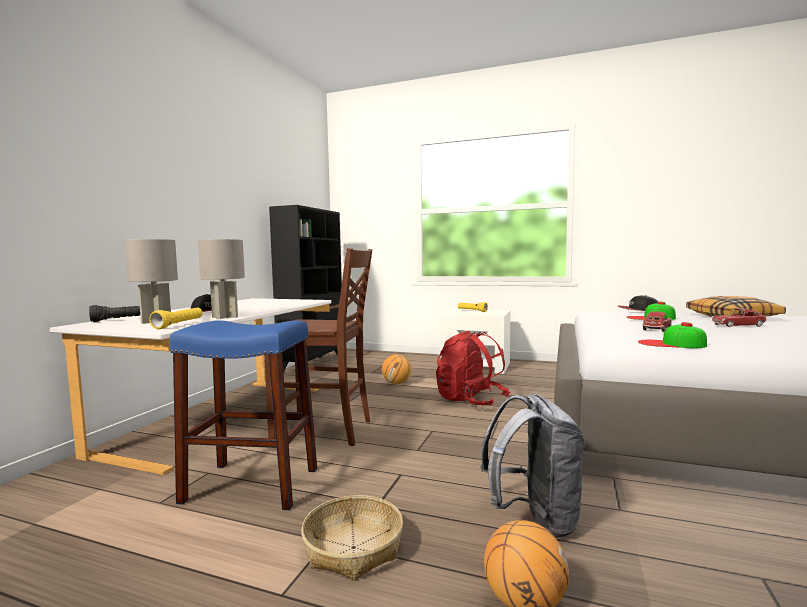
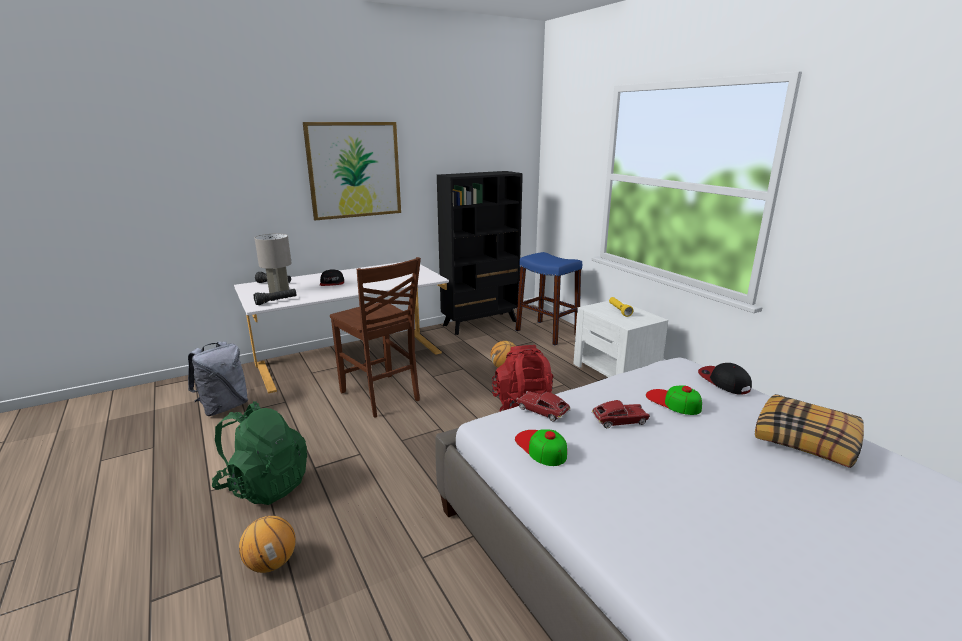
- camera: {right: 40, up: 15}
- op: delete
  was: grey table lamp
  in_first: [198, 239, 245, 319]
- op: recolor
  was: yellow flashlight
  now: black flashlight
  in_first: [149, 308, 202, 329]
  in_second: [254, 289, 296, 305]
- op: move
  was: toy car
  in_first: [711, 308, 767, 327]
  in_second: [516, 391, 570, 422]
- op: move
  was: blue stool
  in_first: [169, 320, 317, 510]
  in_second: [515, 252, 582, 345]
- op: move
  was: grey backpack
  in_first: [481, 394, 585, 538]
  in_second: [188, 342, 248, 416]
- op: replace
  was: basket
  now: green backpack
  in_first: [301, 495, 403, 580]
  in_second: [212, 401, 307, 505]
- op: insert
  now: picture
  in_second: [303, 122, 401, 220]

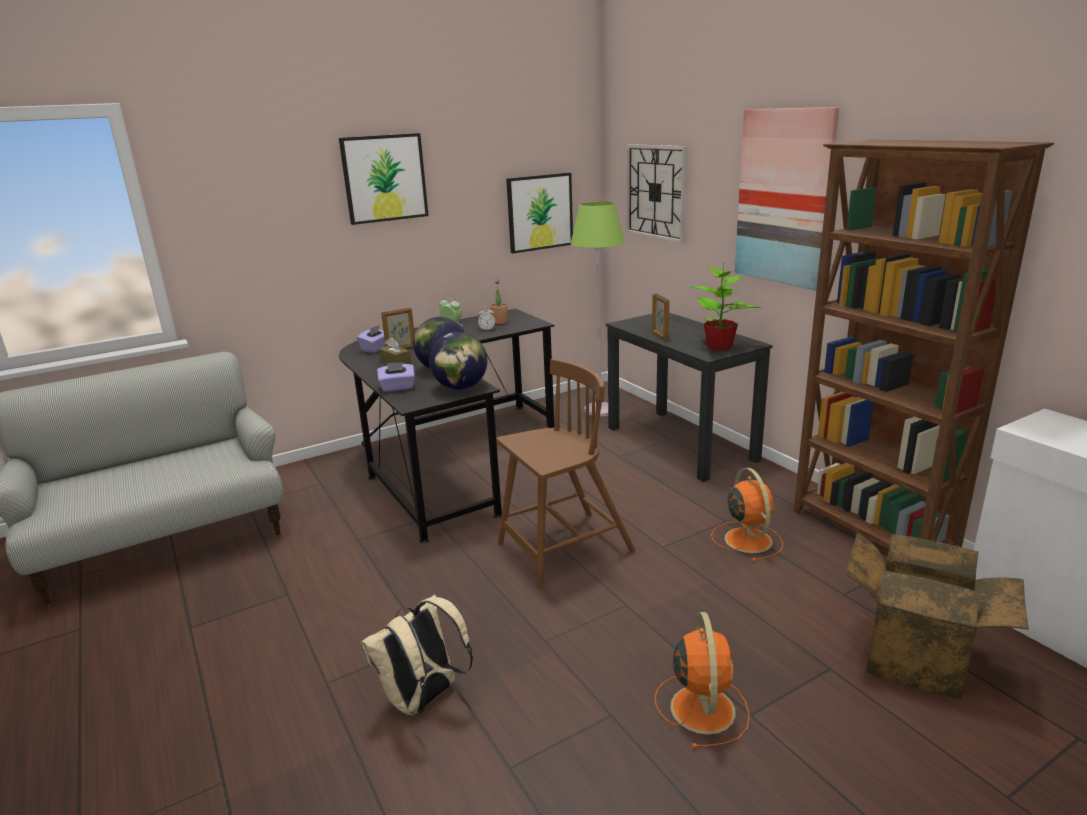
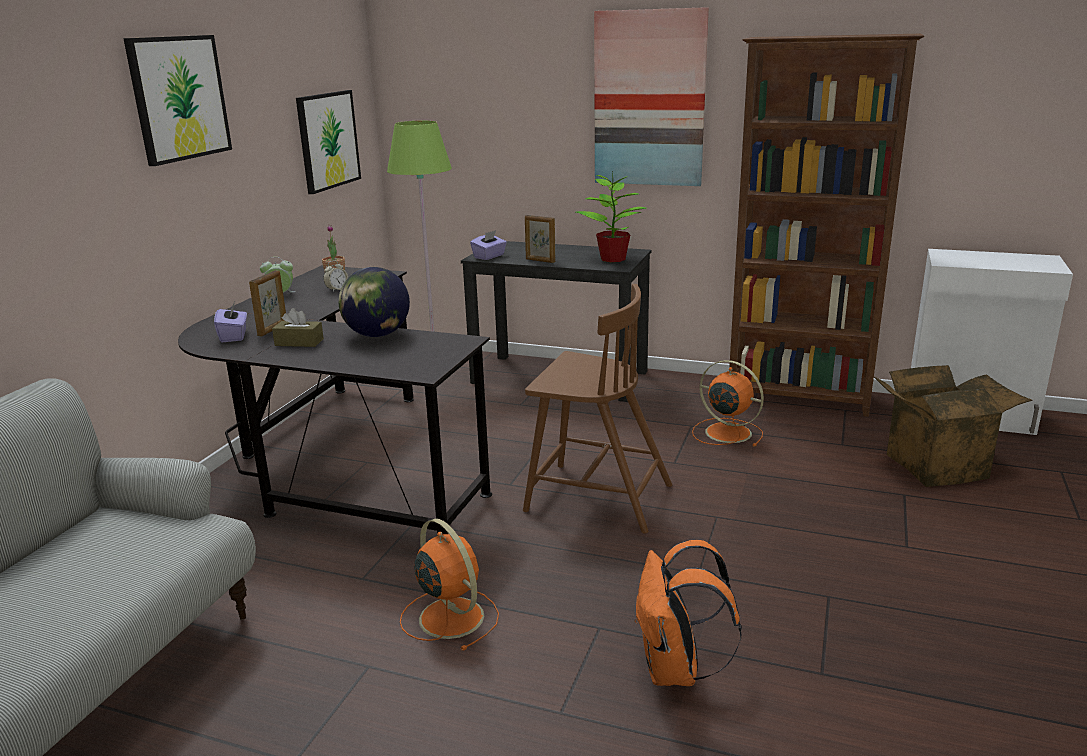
- camera: {right: -40, up: 0}
- op: delete
  was: wall clock
  in_first: [627, 144, 688, 243]
- op: delete
  was: globe
  in_first: [429, 332, 487, 390]
- op: rotate
  was: brown chair
  in_first: [496, 359, 636, 588]
  in_second: [523, 284, 672, 534]
  clockwise: 90
- op: move
  was: purple tissue box
  in_first: [377, 362, 415, 392]
  in_second: [470, 230, 507, 260]
- op: recolor
  was: beige backpack
  now: orange backpack
  in_first: [360, 595, 473, 715]
  in_second: [635, 540, 742, 686]
- op: move
  was: orange fan
  in_first: [655, 612, 750, 749]
  in_second: [400, 518, 499, 651]

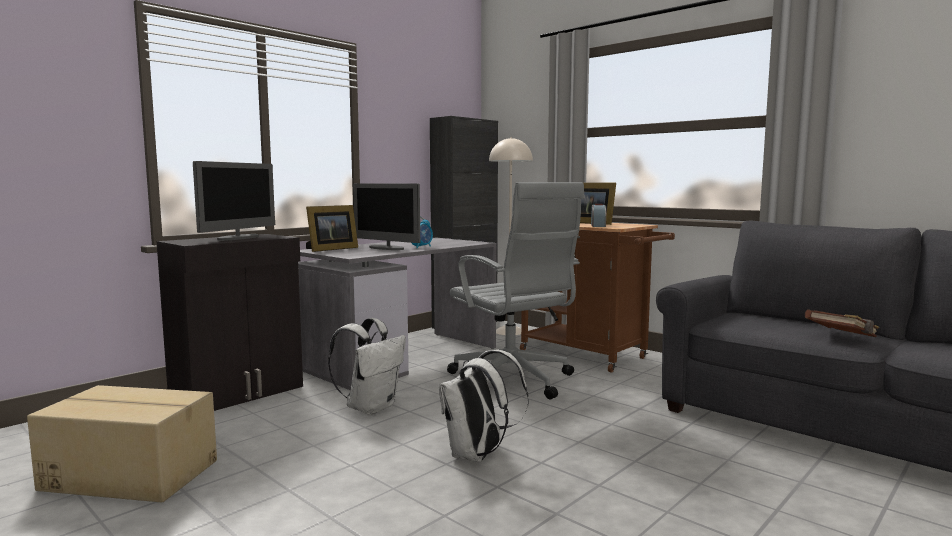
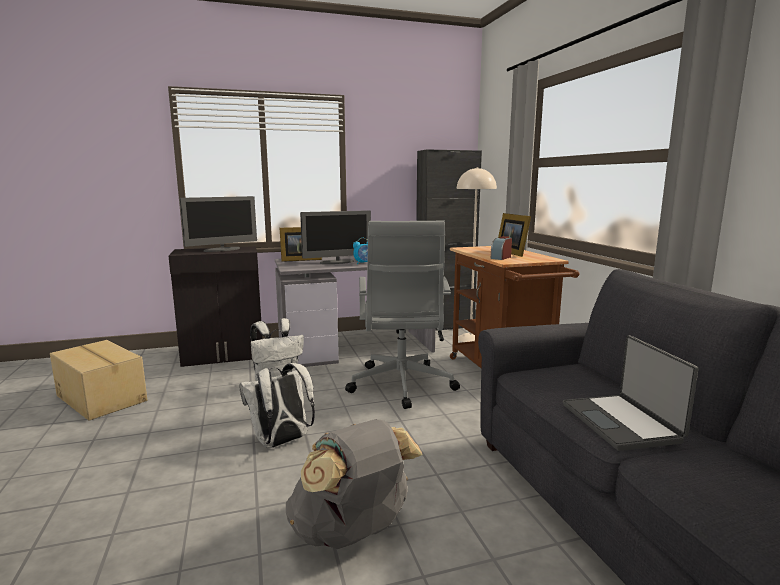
- camera: {right: 30, up: 5}
- op: rotate
  was: monitor
  in_first: [353, 183, 420, 250]
  in_second: [300, 210, 371, 264]
  clockwise: -90
- op: replace
  was: brown book
  now: laptop
  in_first: [805, 309, 879, 337]
  in_second: [563, 335, 698, 451]
- op: insert
  now: grey backpack
  in_second: [286, 419, 423, 549]

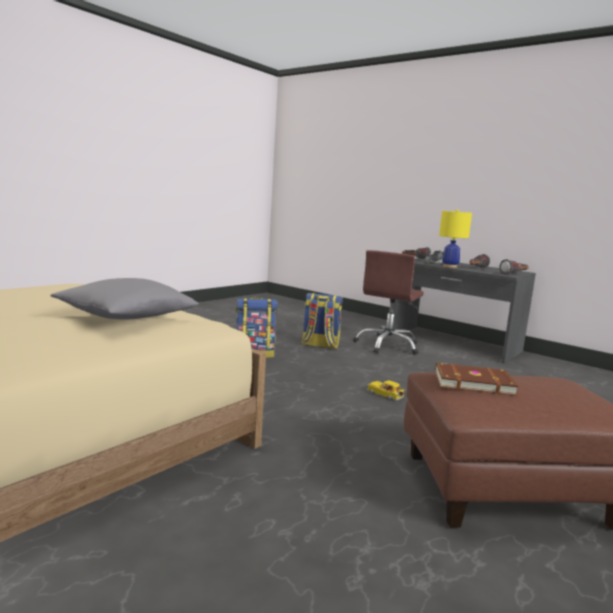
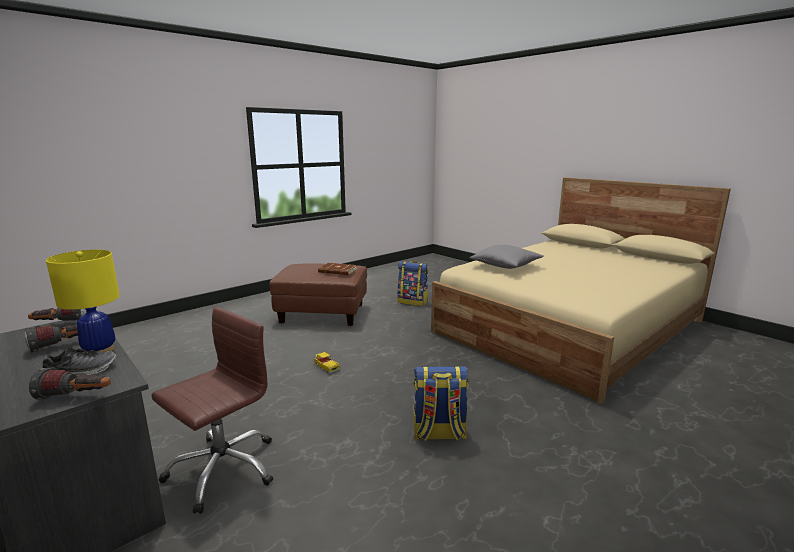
- camera: {right: -170, up: 5}
- op: move
  was: backpack
  in_first: [302, 293, 343, 349]
  in_second: [397, 261, 428, 306]

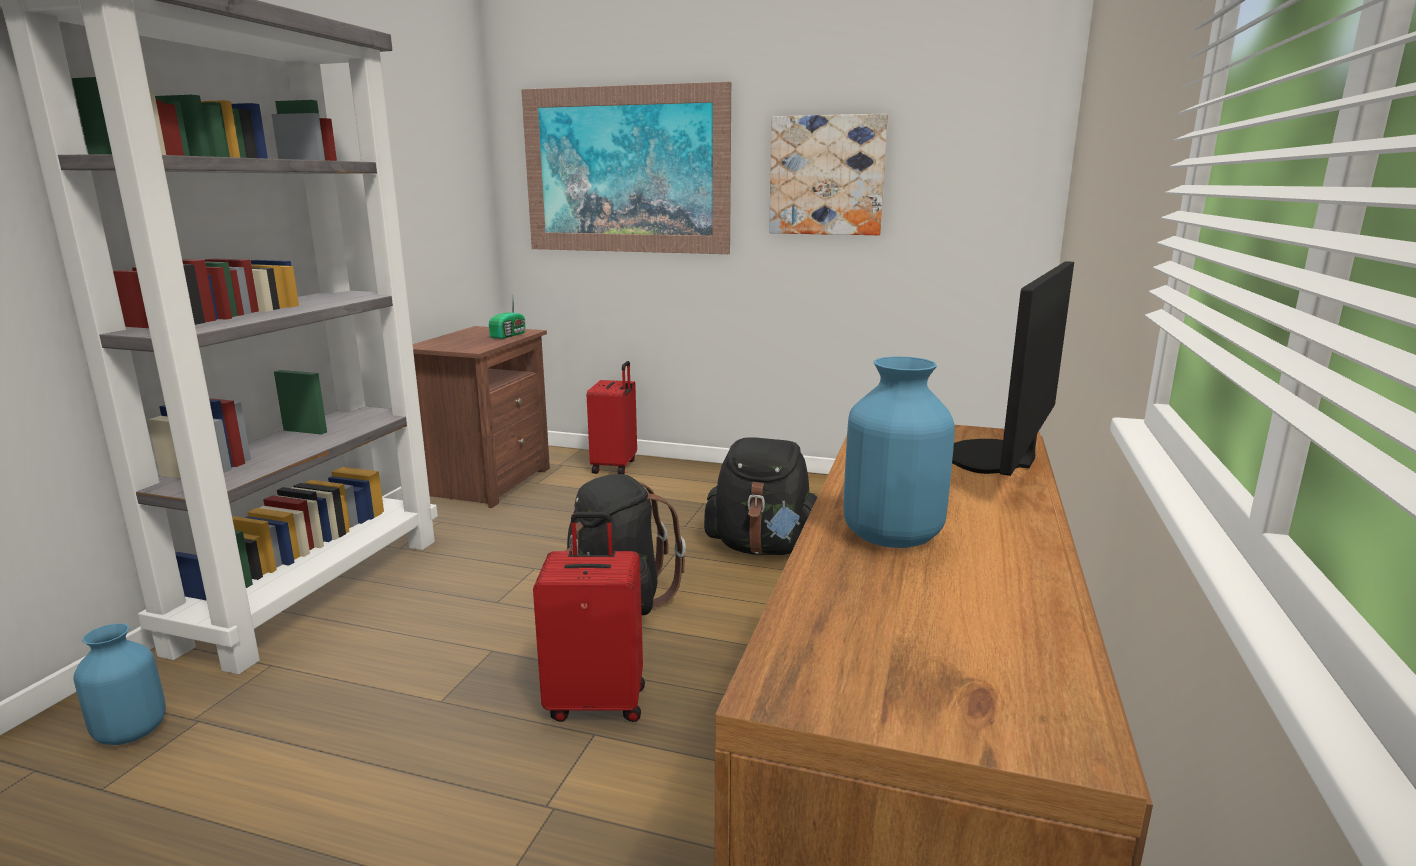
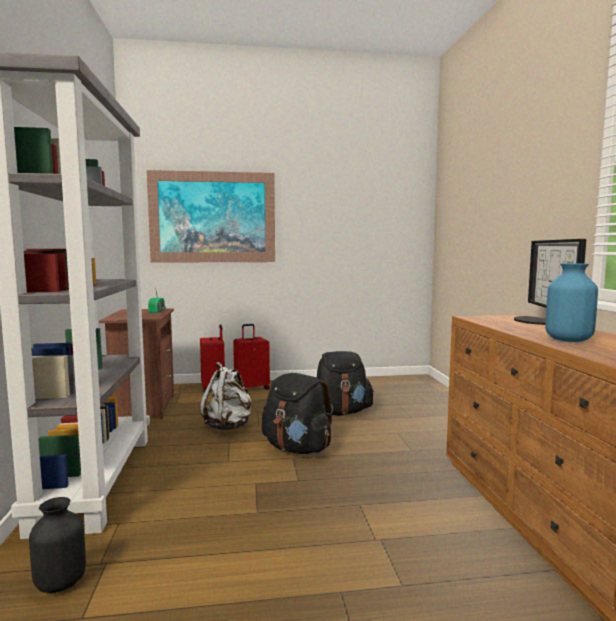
- camera: {right: -25, up: -10}
- op: delete
  was: picture
  in_first: [769, 114, 888, 235]
- op: move
  was: red suitcase
  in_first: [533, 512, 645, 722]
  in_second: [233, 324, 270, 390]
- op: recolor
  was: blue vase
  now: black vase
  in_first: [73, 624, 166, 745]
  in_second: [29, 497, 86, 593]
- op: insert
  now: white backpack
  in_second: [200, 362, 252, 430]

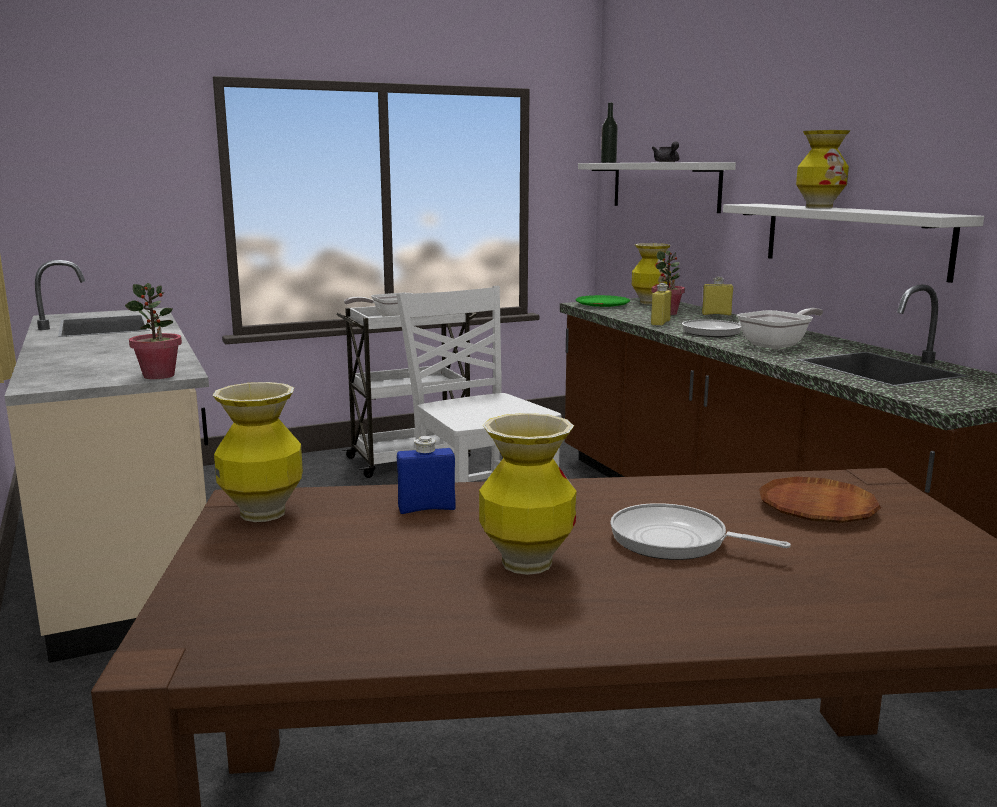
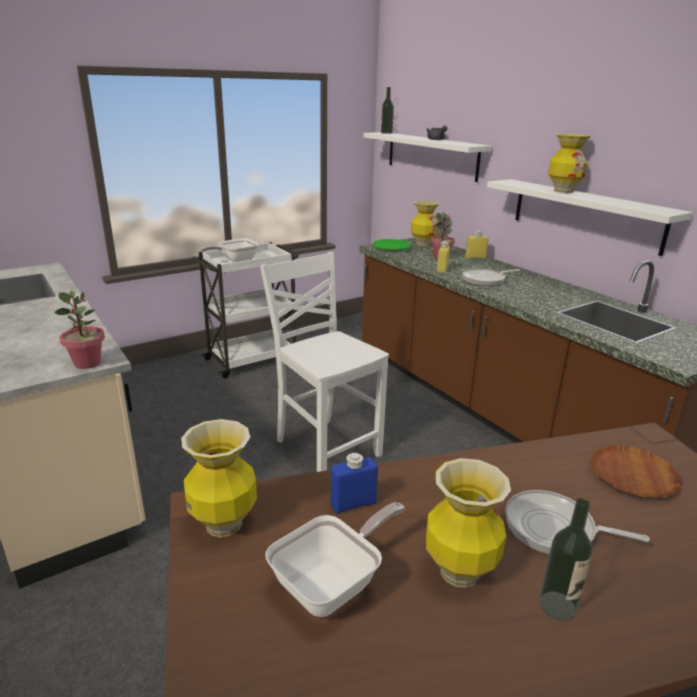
- camera: {right: -10, up: 10}
- op: move
  was: frying pan
  in_first: [737, 308, 823, 349]
  in_second: [265, 502, 405, 617]
- op: insert
  now: bottle
  in_second: [539, 498, 593, 620]

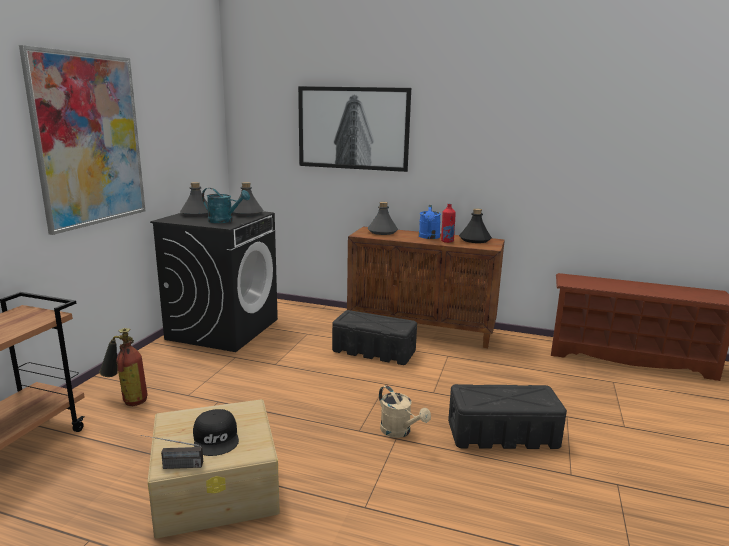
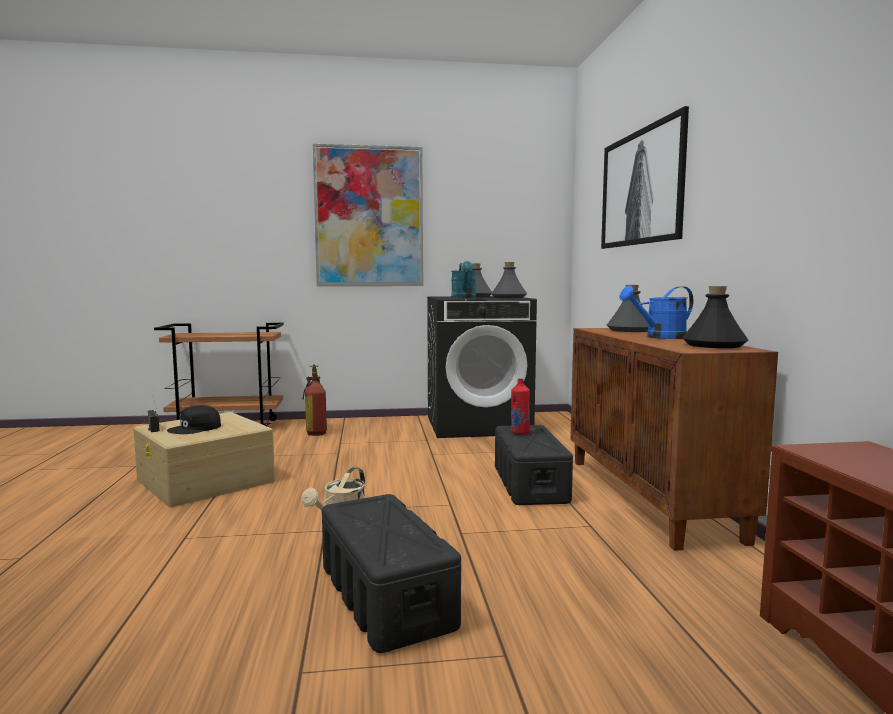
- camera: {right: 65, up: -10}
- op: move
  was: red bottle
  in_first: [441, 204, 456, 243]
  in_second: [511, 378, 530, 434]

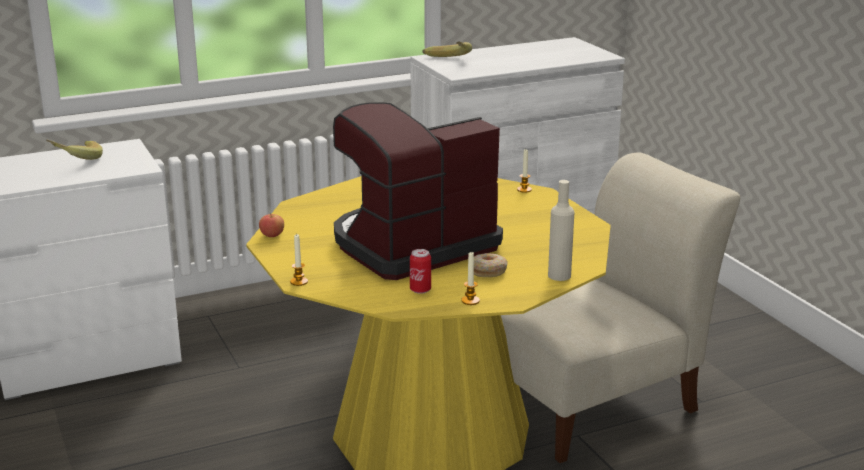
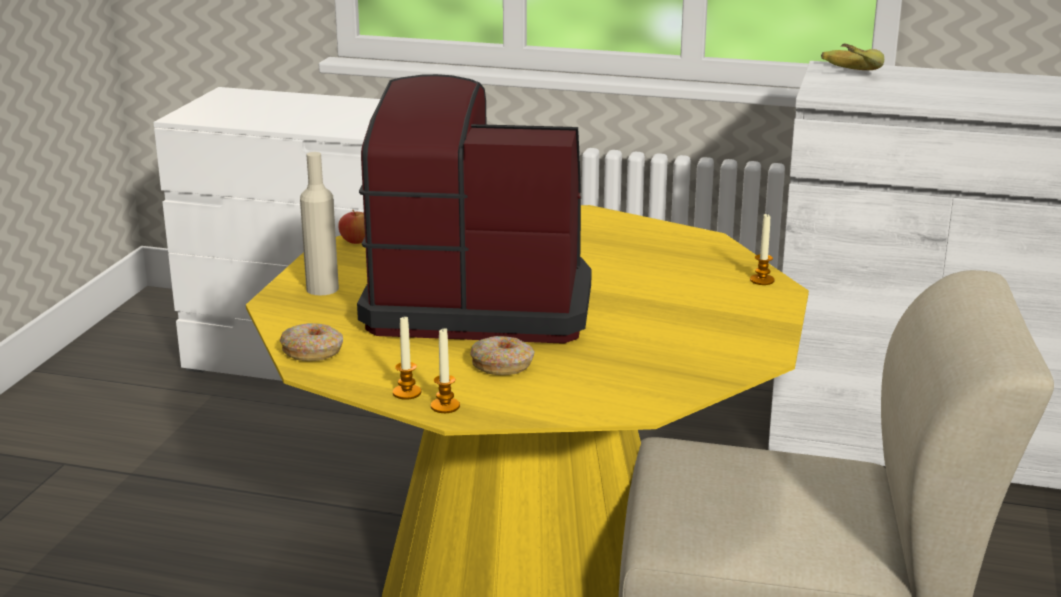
- camera: {right: 40, up: 0}
- op: delete
  was: banana
  in_first: [46, 140, 103, 160]
- op: move
  was: beige bottle
  in_first: [548, 180, 574, 281]
  in_second: [300, 152, 339, 295]
- op: move
  was: candle
  in_first: [290, 234, 308, 286]
  in_second: [431, 328, 460, 413]
- op: delete
  was: can
  in_first: [410, 249, 431, 294]
- op: insert
  now: donut
  in_second: [280, 323, 343, 361]

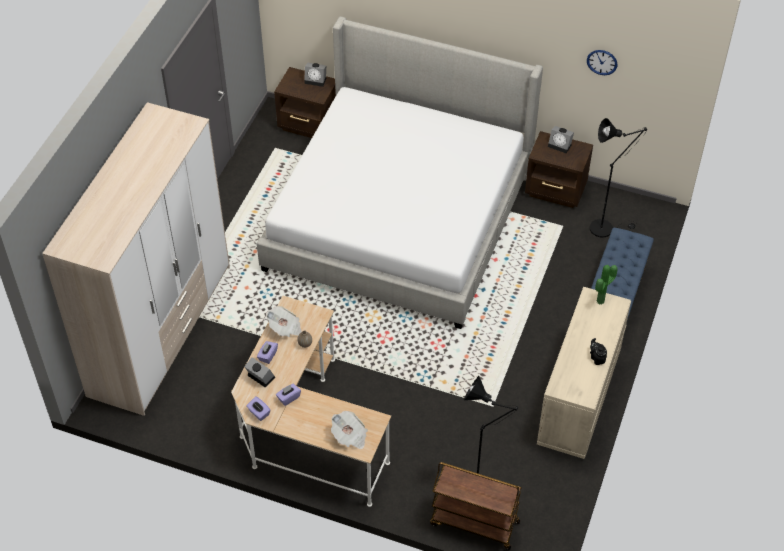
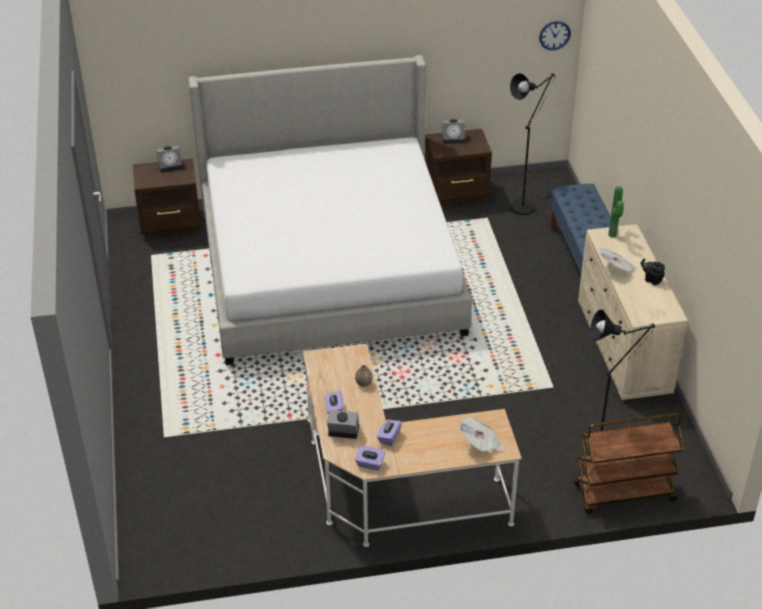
- camera: {right: -30, up: -10}
- op: move
  was: wall clock
  in_first: [587, 50, 617, 75]
  in_second: [539, 21, 571, 50]
- op: delete
  was: wardrobe
  in_first: [42, 102, 230, 416]
- op: move
  was: newspaper
  in_first: [266, 306, 302, 337]
  in_second: [599, 248, 637, 272]

